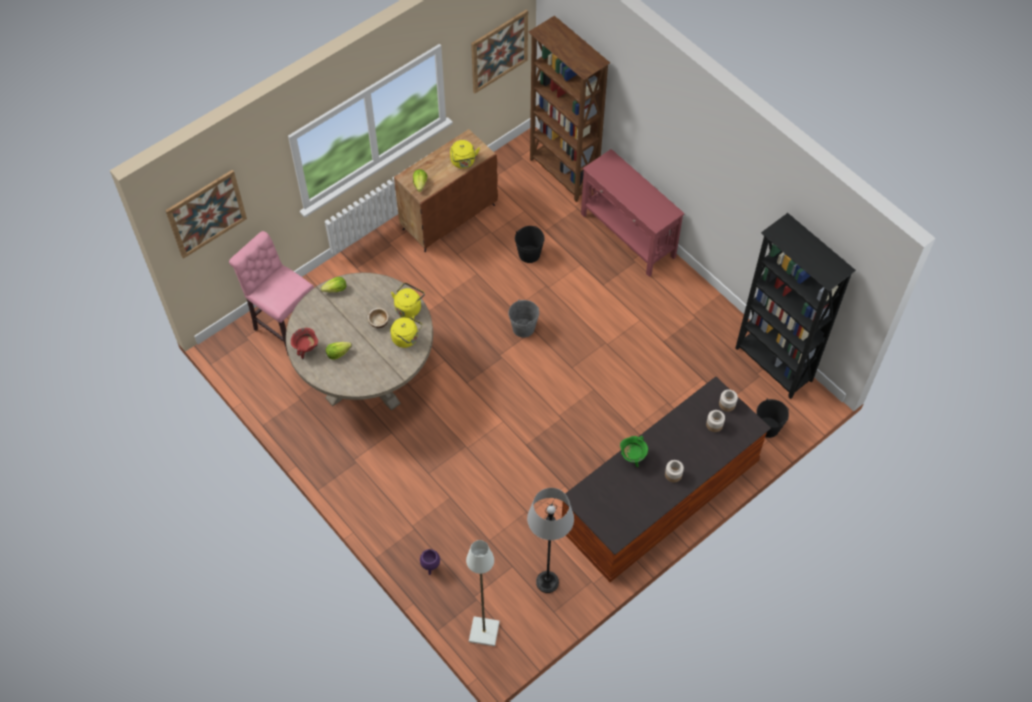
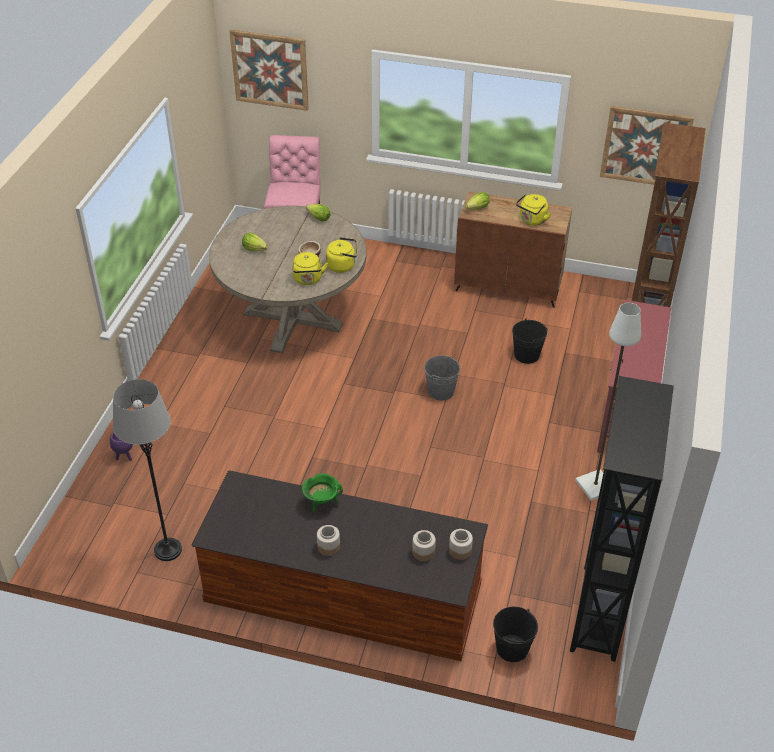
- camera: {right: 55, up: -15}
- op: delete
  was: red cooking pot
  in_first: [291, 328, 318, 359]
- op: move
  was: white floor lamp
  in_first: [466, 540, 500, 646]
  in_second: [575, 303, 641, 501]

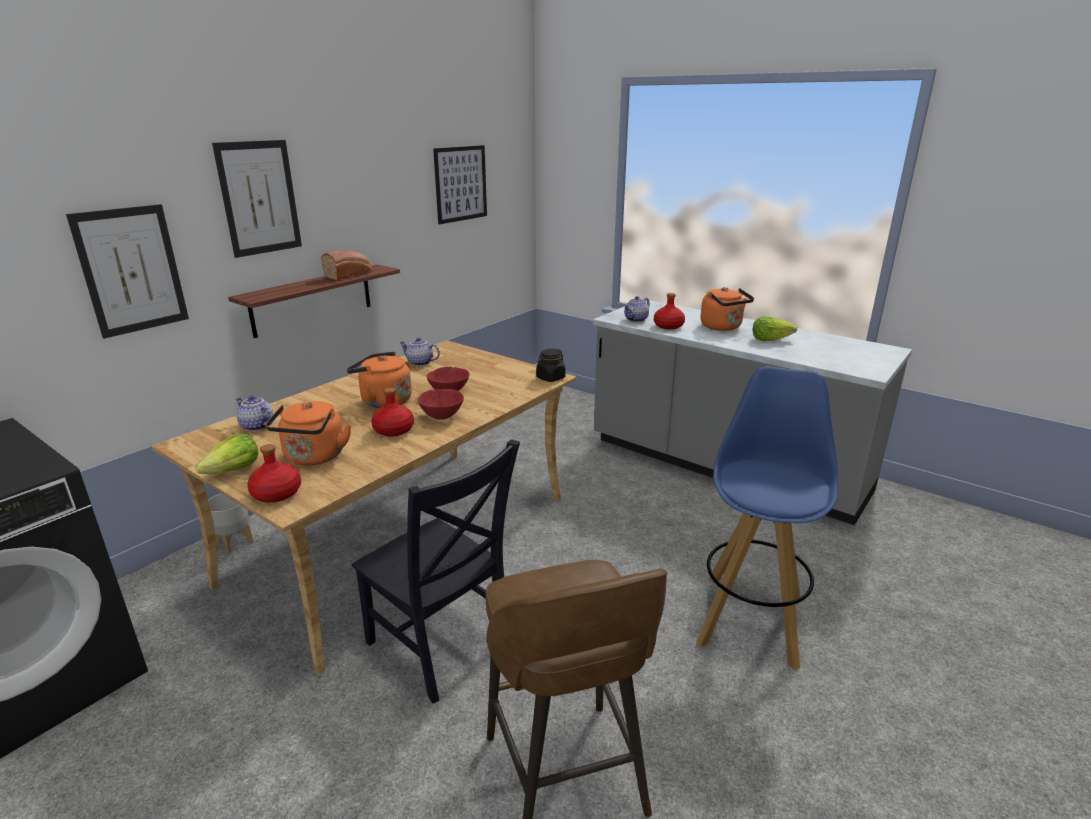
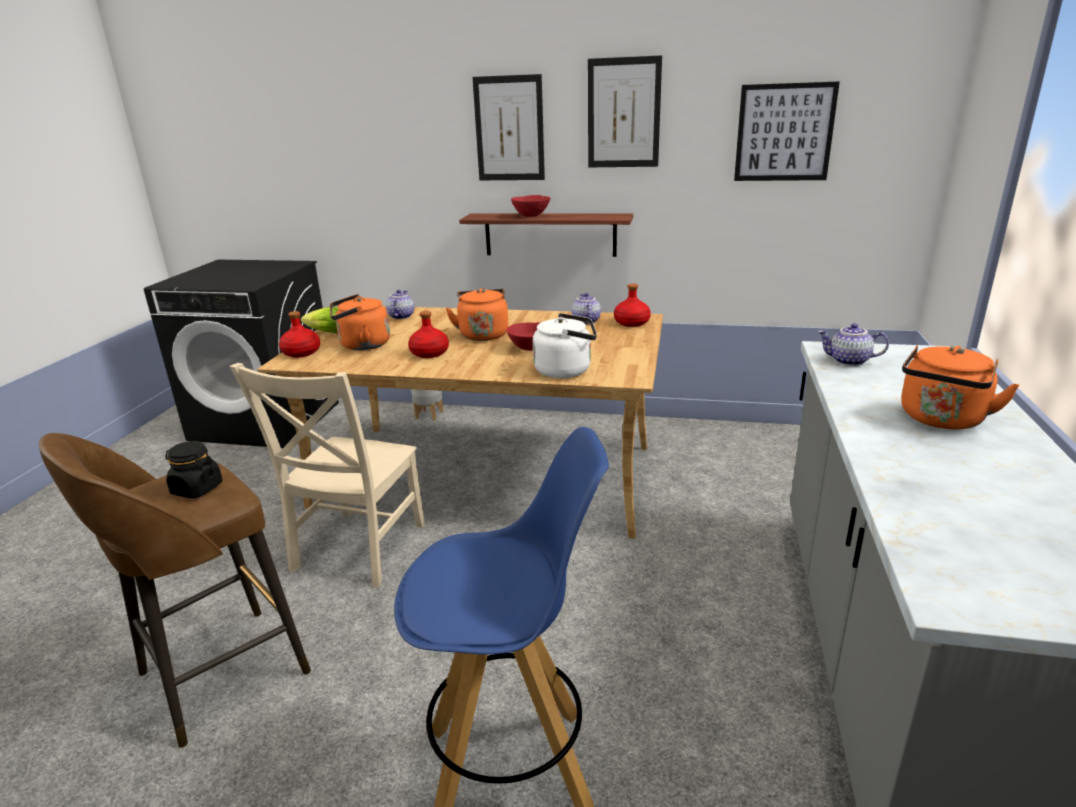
- camera: {right: 65, up: 0}
- op: move
  was: picture
  in_first: [66, 204, 189, 339]
  in_second: [588, 55, 662, 167]
- op: delete
  was: bread
  in_first: [321, 250, 372, 281]
- op: move
  was: red bottle
  in_first: [654, 293, 685, 330]
  in_second: [614, 284, 651, 327]
- op: delete
  was: lettuce
  in_first: [753, 316, 797, 341]
- op: move
  was: black jar
  in_first: [536, 349, 566, 382]
  in_second: [165, 441, 223, 498]
- op: move
  was: red bowl
  in_first: [418, 389, 464, 420]
  in_second: [511, 195, 550, 217]
- op: recolor
  was: black chair
  now: beige chair
  in_first: [352, 439, 520, 704]
  in_second: [230, 363, 425, 587]
- op: insert
  now: white kettle
  in_second: [533, 313, 597, 378]

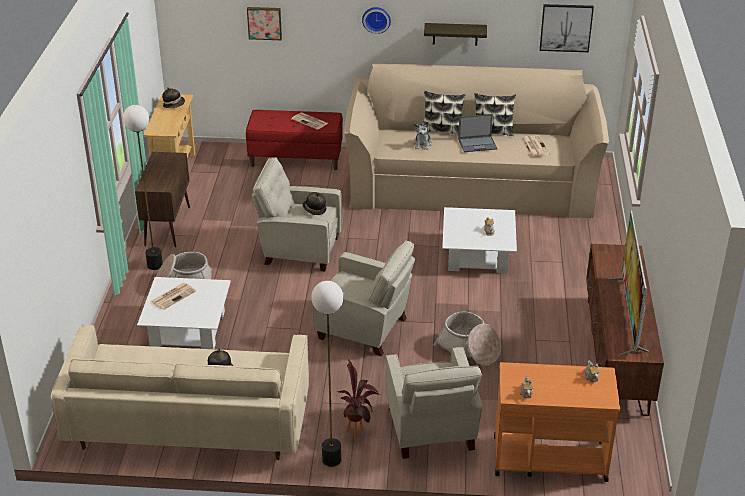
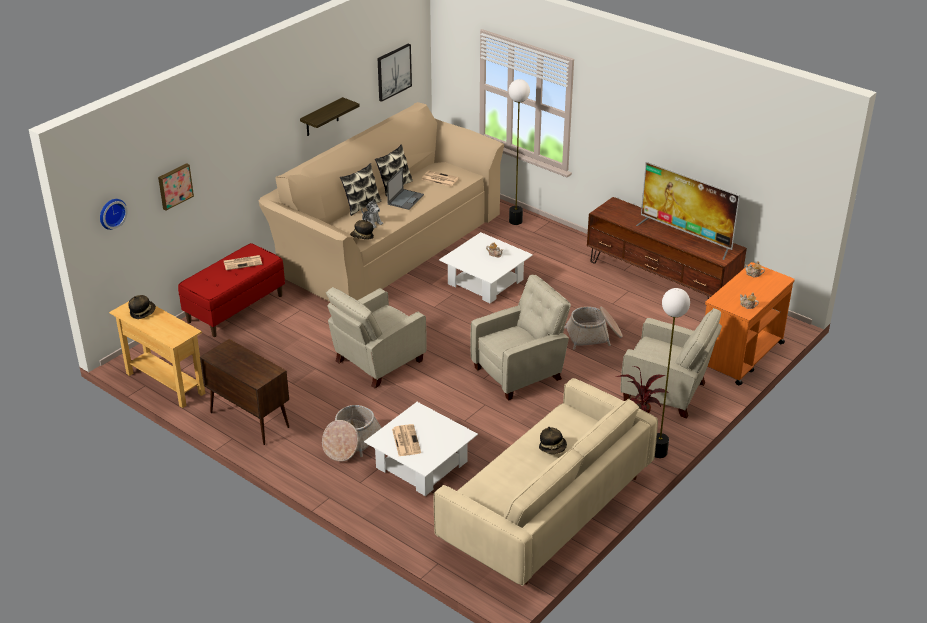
- camera: {right: -55, up: 0}
- op: move
  was: wall clock
  in_first: [362, 7, 391, 34]
  in_second: [100, 199, 128, 230]
- op: move
  was: floor lamp
  in_first: [123, 105, 163, 270]
  in_second: [509, 79, 530, 225]
- op: move
  was: hat
  in_first: [302, 192, 327, 215]
  in_second: [350, 219, 374, 240]

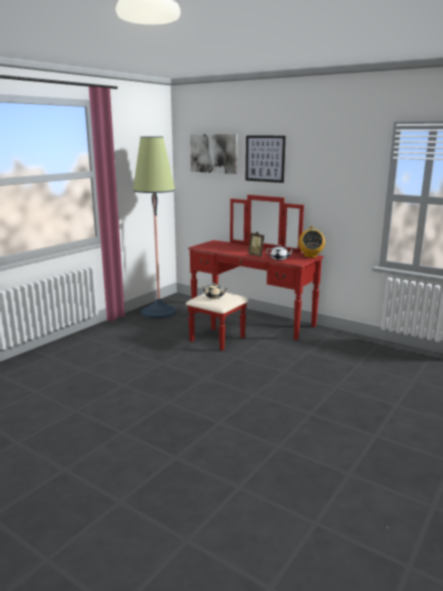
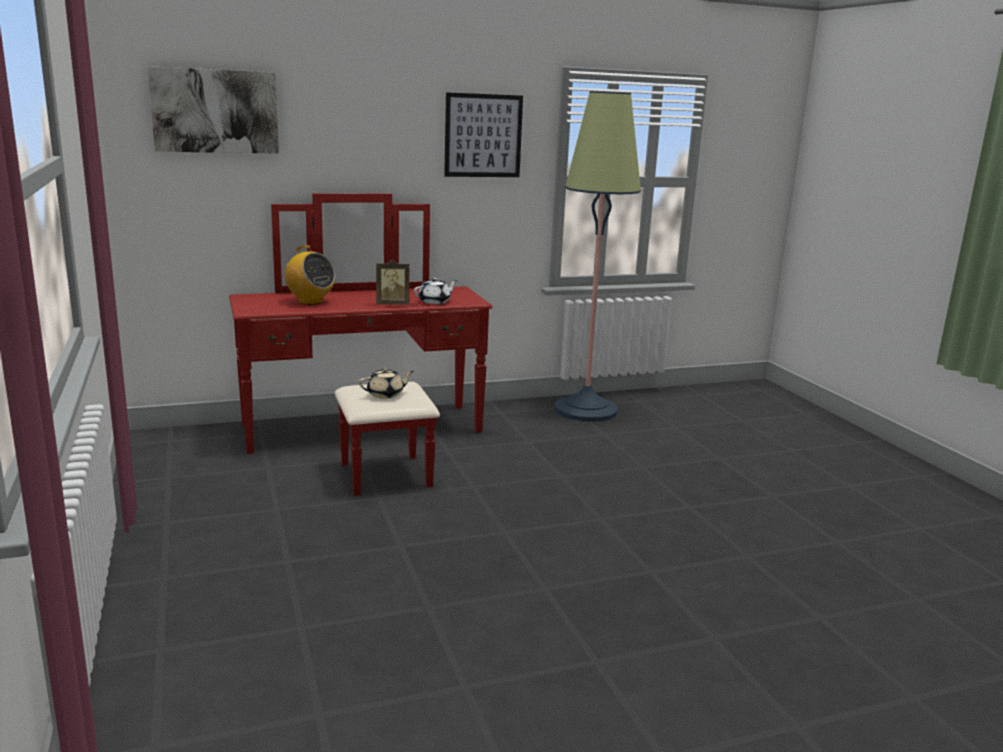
- camera: {right: -55, up: 0}
- op: move
  was: picture
  in_first: [245, 136, 286, 183]
  in_second: [444, 92, 523, 177]
- op: move
  was: floor lamp
  in_first: [133, 137, 177, 318]
  in_second: [554, 91, 641, 422]
- op: move
  was: radio
  in_first: [298, 226, 325, 258]
  in_second: [282, 245, 335, 305]

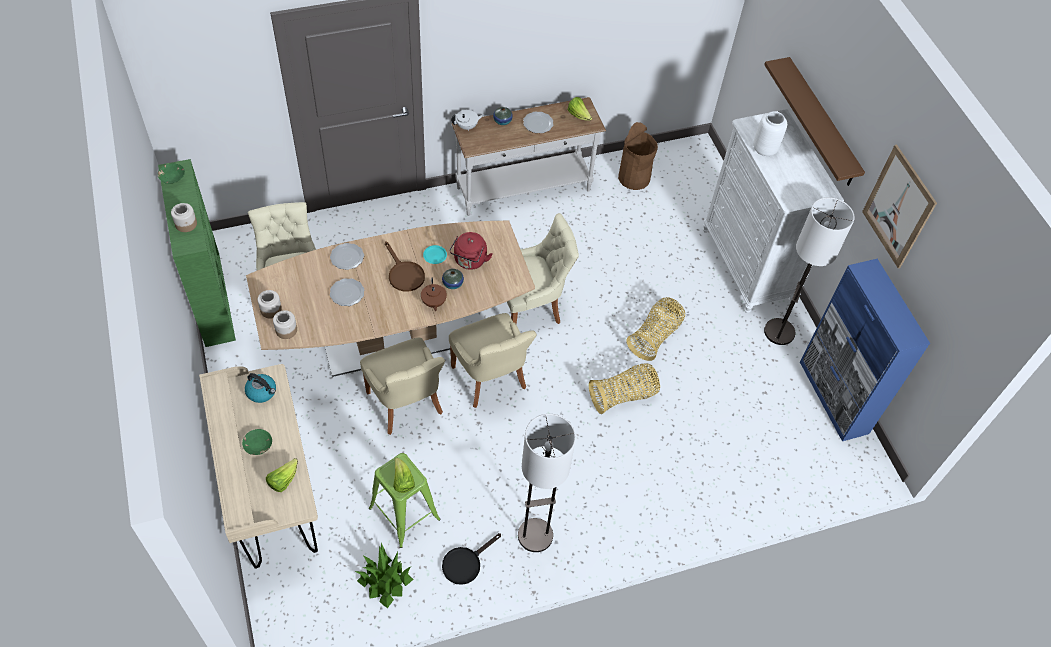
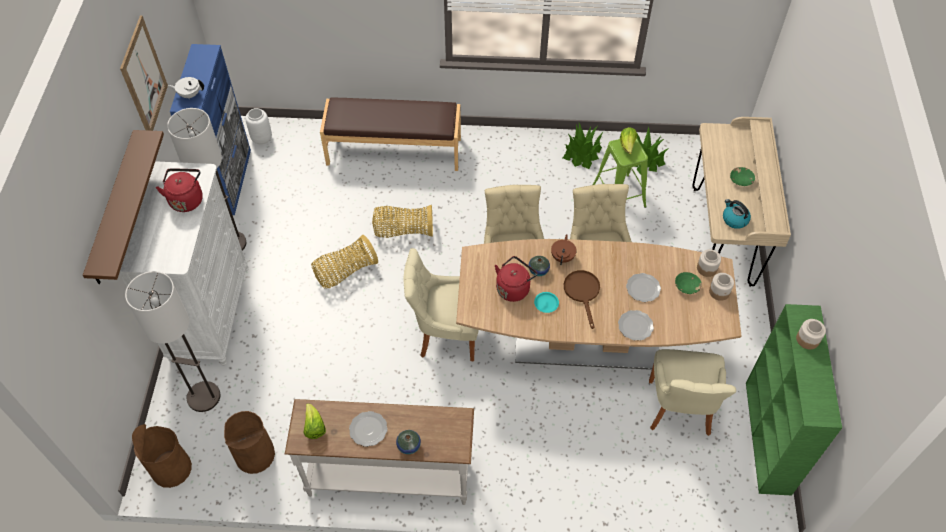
- camera: {right: -155, up: 0}
- op: move
  was: white teapot
  in_first: [451, 110, 484, 131]
  in_second: [168, 77, 204, 99]
- op: move
  was: white vase
  in_first: [753, 111, 787, 157]
  in_second: [245, 108, 272, 145]
- op: move
  was: green bowl
  in_first: [157, 163, 185, 184]
  in_second: [675, 272, 702, 294]
- op: move
  was: floor lamp
  in_first: [518, 414, 576, 552]
  in_second: [125, 271, 220, 412]
- op: delete
  was: lettuce
  in_first: [266, 458, 298, 492]
- op: replace
  was: black frying pan
  now: potted plant
  in_first: [442, 533, 501, 585]
  in_second: [563, 123, 604, 169]
- op: insert
  now: brown bench
  in_second: [320, 97, 461, 171]
- op: insert
  now: red kettle
  in_second: [156, 168, 203, 212]
- op: insert
  now: brown trash can
  in_second: [132, 424, 192, 488]

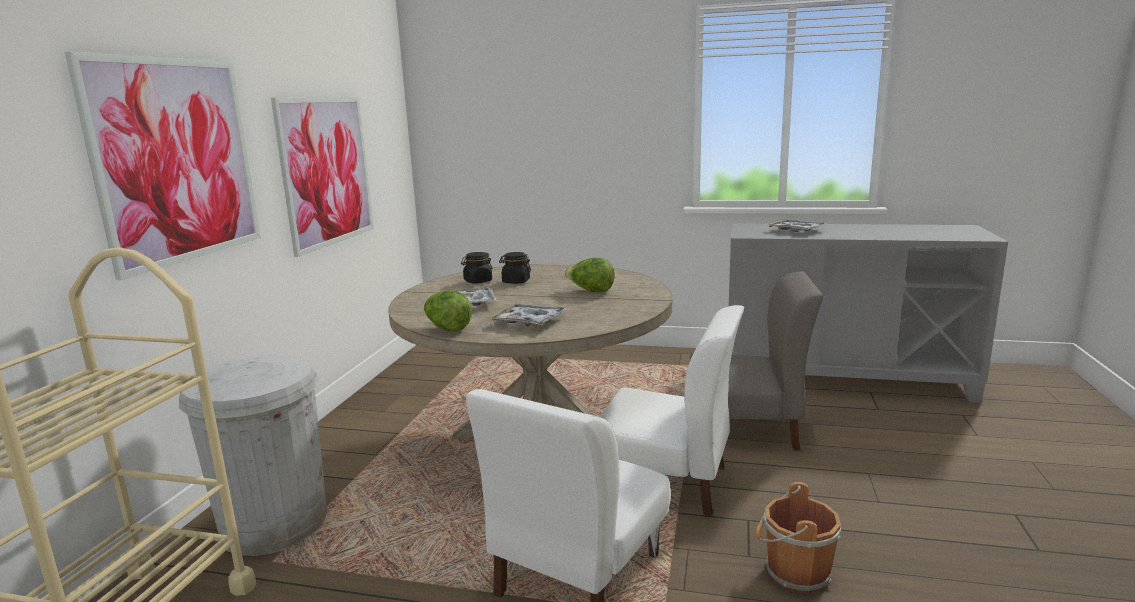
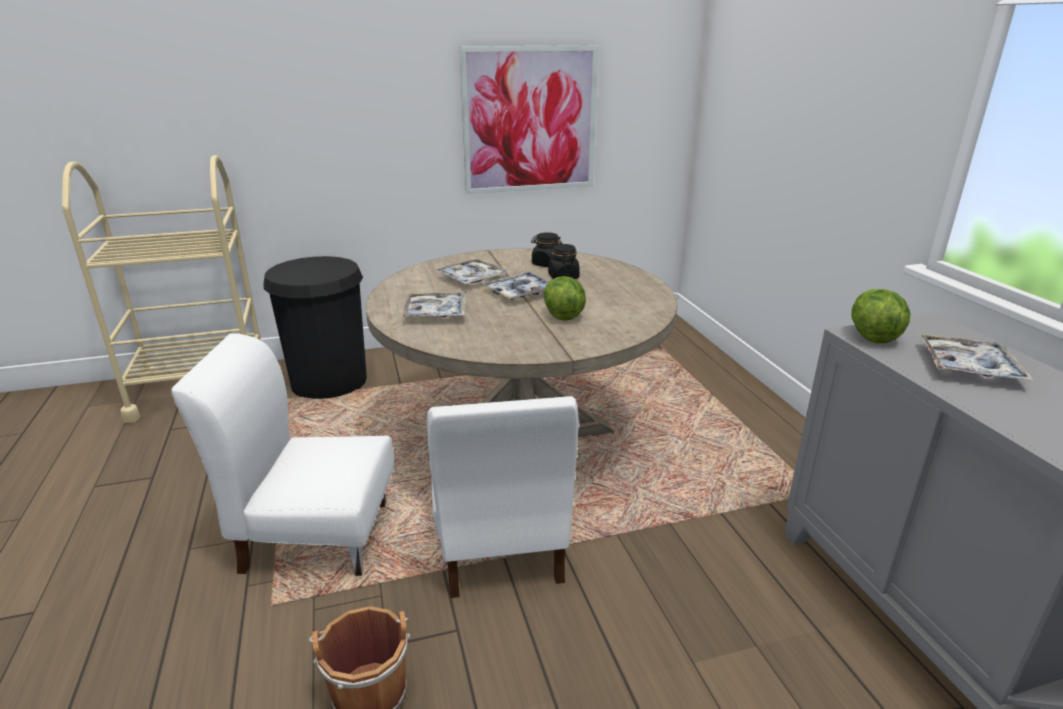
- camera: {right: 60, up: 10}
- op: delete
  was: picture
  in_first: [65, 52, 261, 280]
- op: delete
  was: grey chair
  in_first: [689, 272, 823, 451]
- op: move
  was: lettuce
  in_first: [424, 290, 472, 331]
  in_second: [852, 289, 911, 343]
- op: recolor
  was: white trash can
  now: black trash can
  in_first: [179, 355, 327, 556]
  in_second: [263, 256, 367, 399]
- op: insert
  now: tray
  in_second: [482, 272, 550, 300]

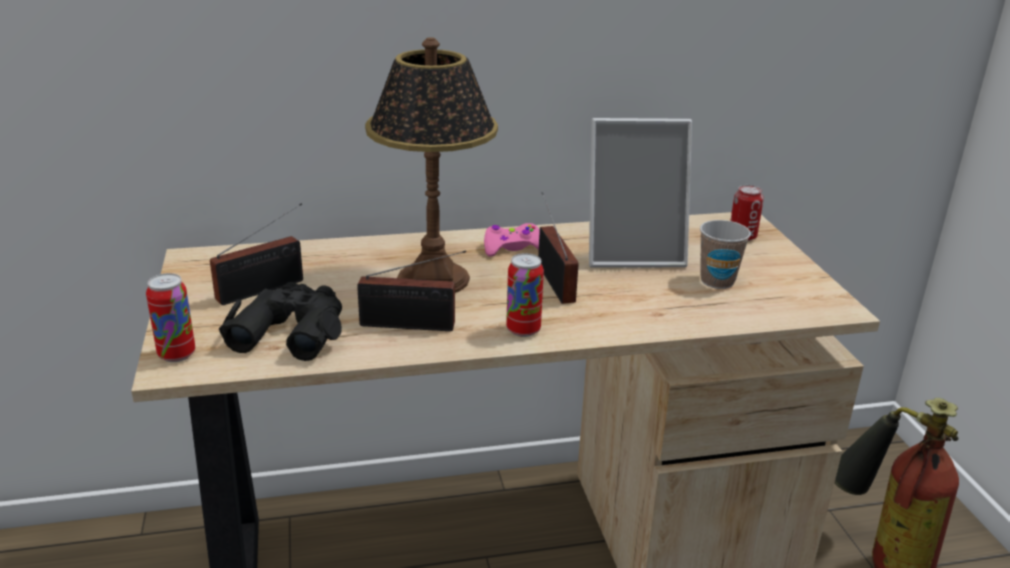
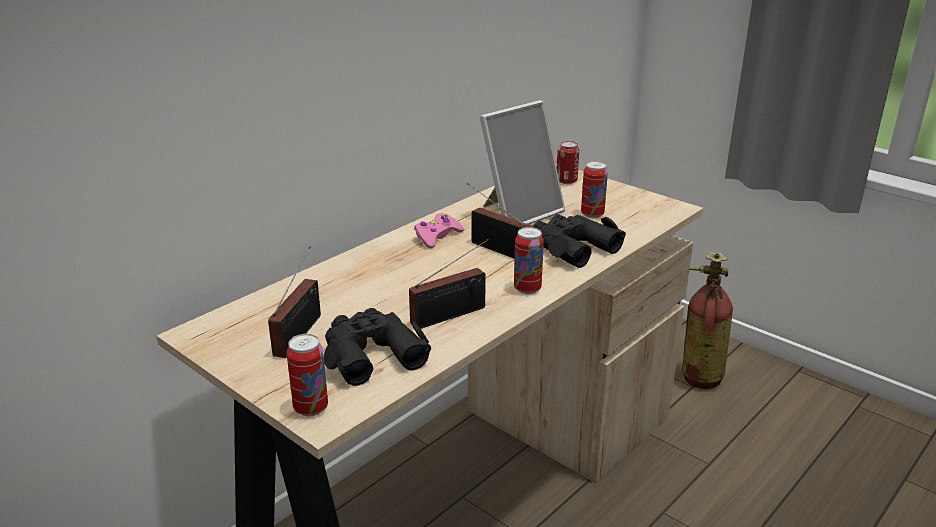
- camera: {right: -35, up: 0}
- op: delete
  was: table lamp
  in_first: [365, 37, 498, 293]
- op: replace
  was: cup
  now: can
  in_first: [700, 220, 751, 289]
  in_second: [581, 161, 608, 218]
- op: insert
  now: black binoculars
  in_second: [533, 214, 626, 268]

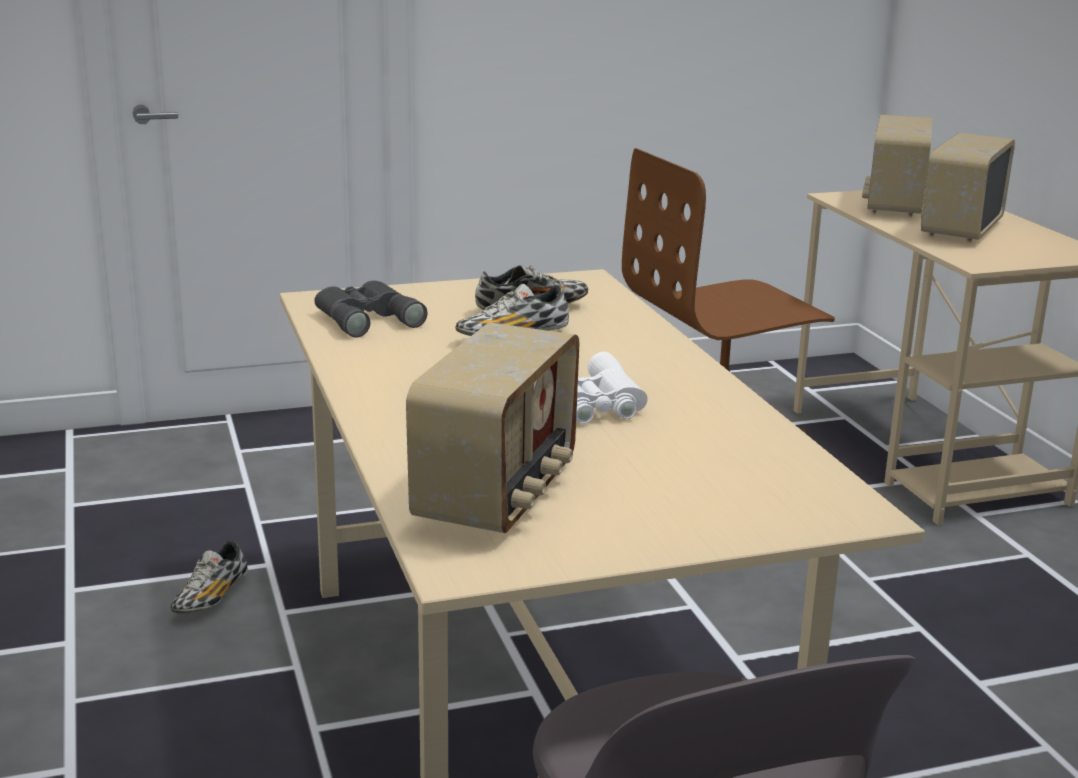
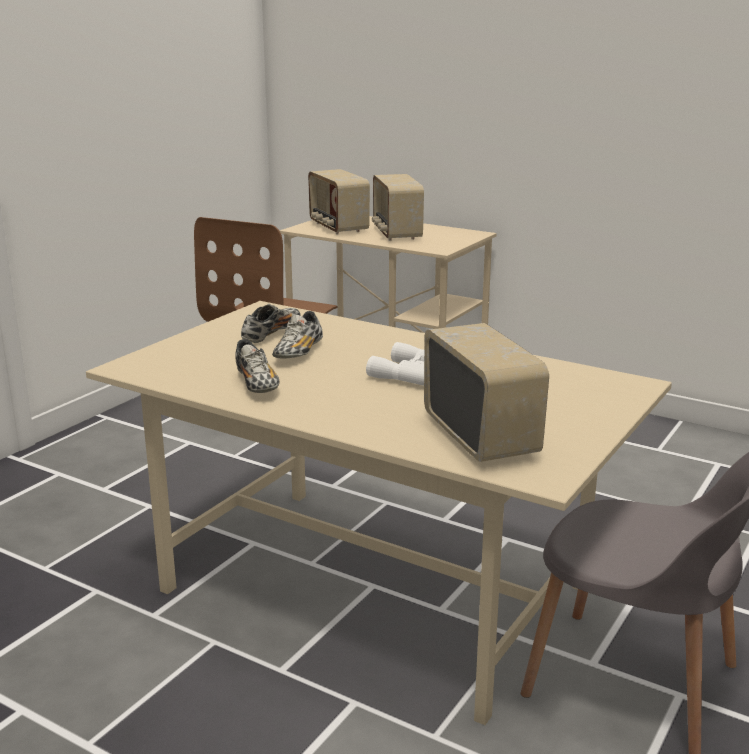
- camera: {right: -40, up: 0}
- op: delete
  was: grey binoculars
  in_first: [314, 281, 427, 338]
- op: move
  was: shoe
  in_first: [170, 540, 248, 614]
  in_second: [235, 339, 279, 393]

